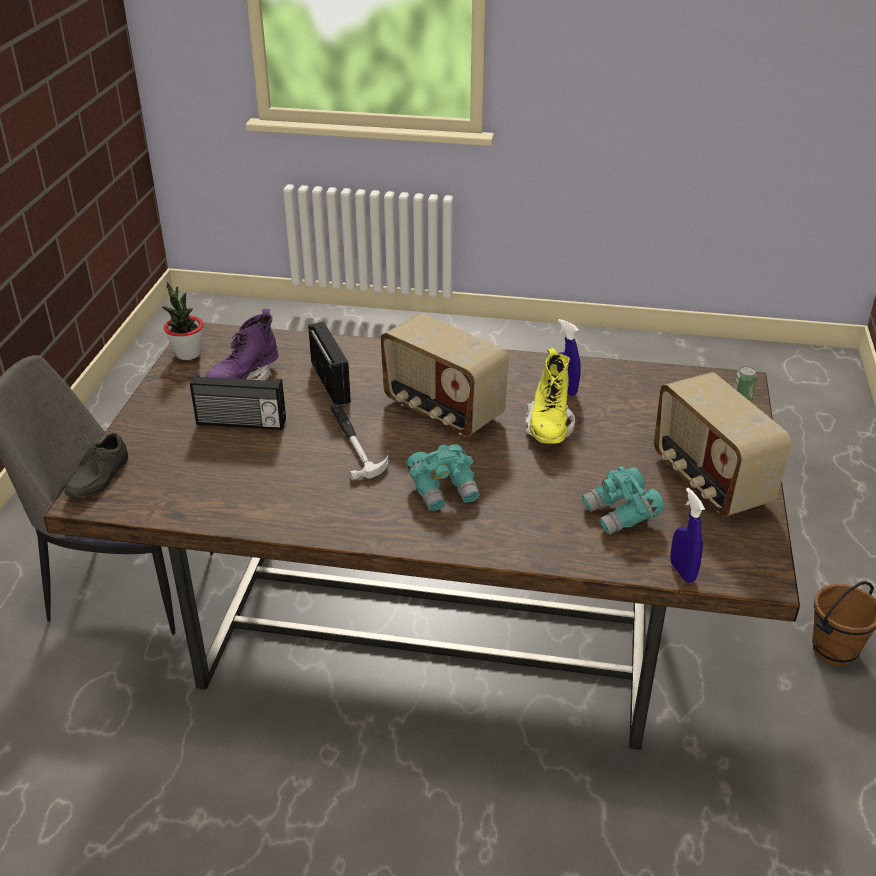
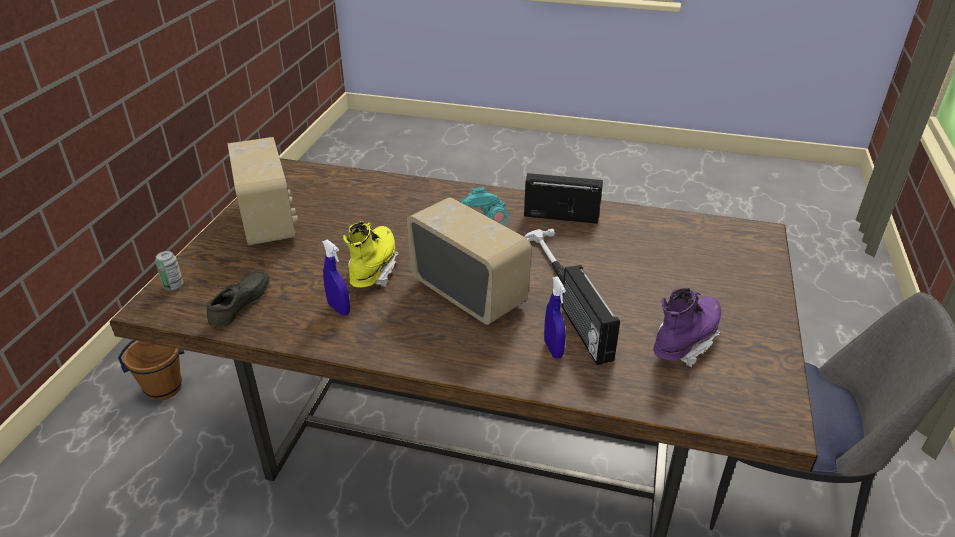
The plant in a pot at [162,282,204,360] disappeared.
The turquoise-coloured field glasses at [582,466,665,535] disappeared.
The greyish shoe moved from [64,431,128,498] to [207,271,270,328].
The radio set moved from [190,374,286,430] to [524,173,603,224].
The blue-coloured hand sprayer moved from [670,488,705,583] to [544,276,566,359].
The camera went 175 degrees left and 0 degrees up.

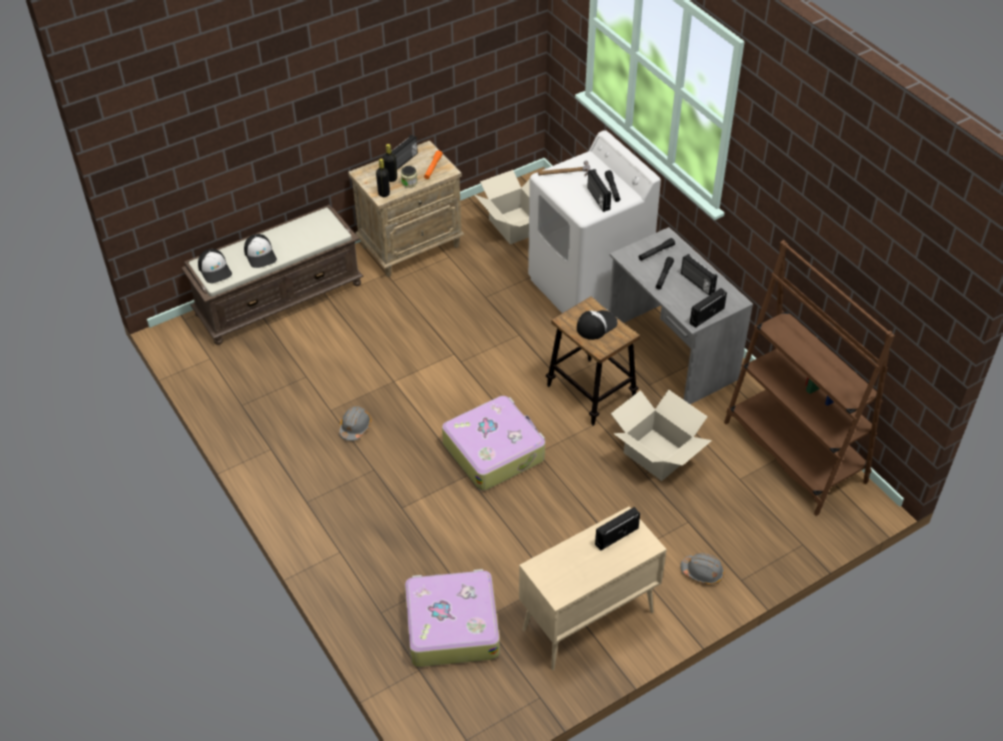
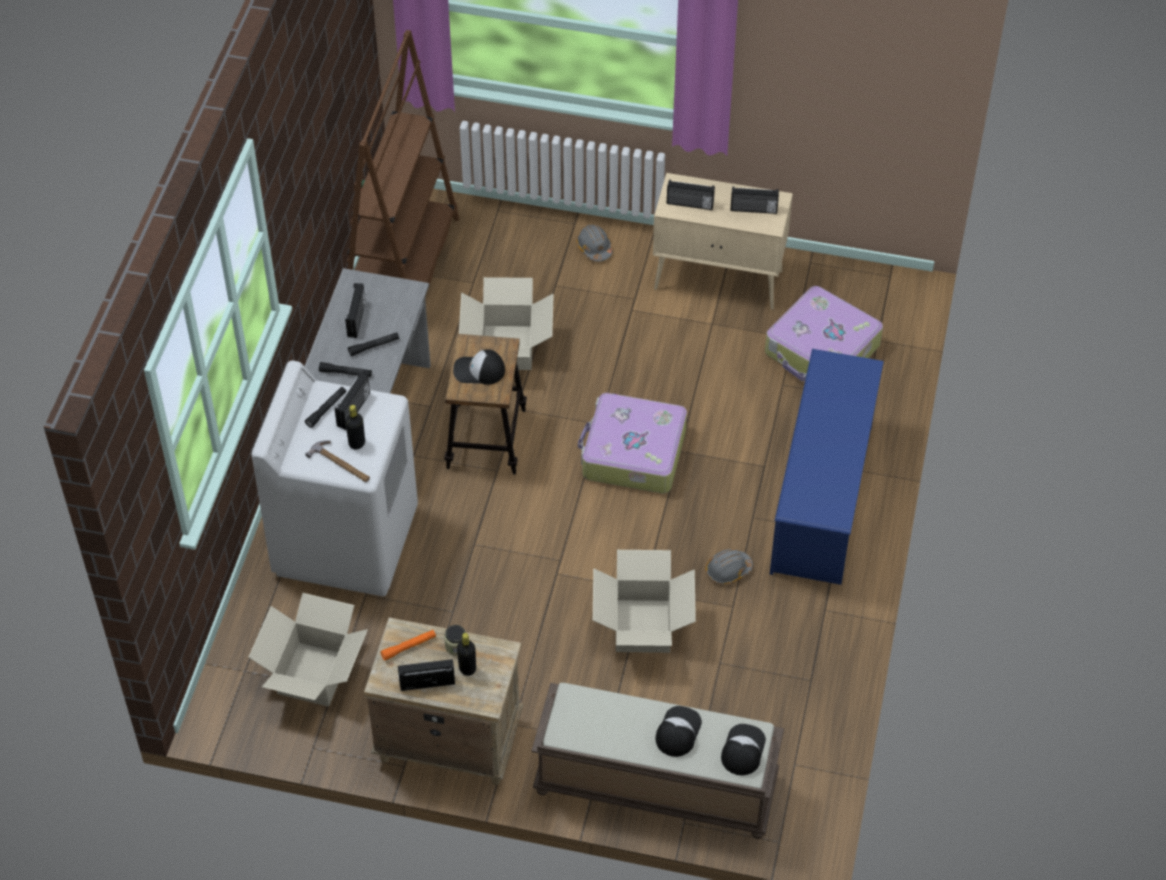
The carton at [593,550,696,653] appeared.
The blue-coloured shoe rack at [770,349,884,585] appeared.
The black-coloured beverage bottle moved from [376,159,390,197] to [345,405,365,449].
The radio set moved from [690,288,727,328] to [730,187,779,214].
The camera went 135 degrees left and 5 degrees up.

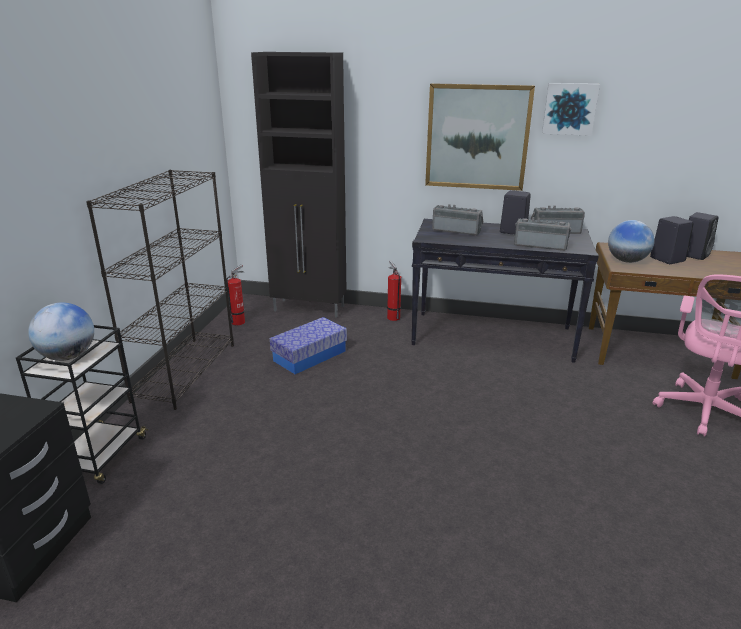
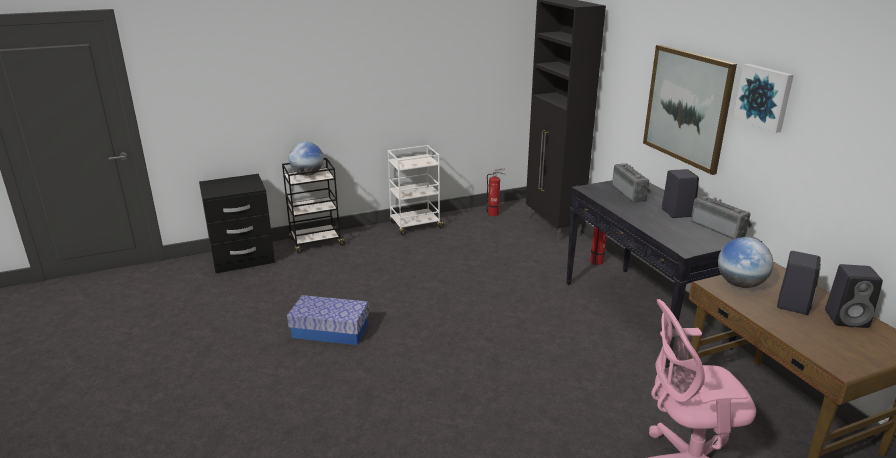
The radio set at [514,217,571,251] disappeared.
The storage bin moved from [270,317,347,374] to [287,295,369,345].
The black-coloured bookcase at [86,170,234,410] was replaced by the whitish wheeled cart at [388,145,446,235].
The camera went 55 degrees right and 0 degrees up.

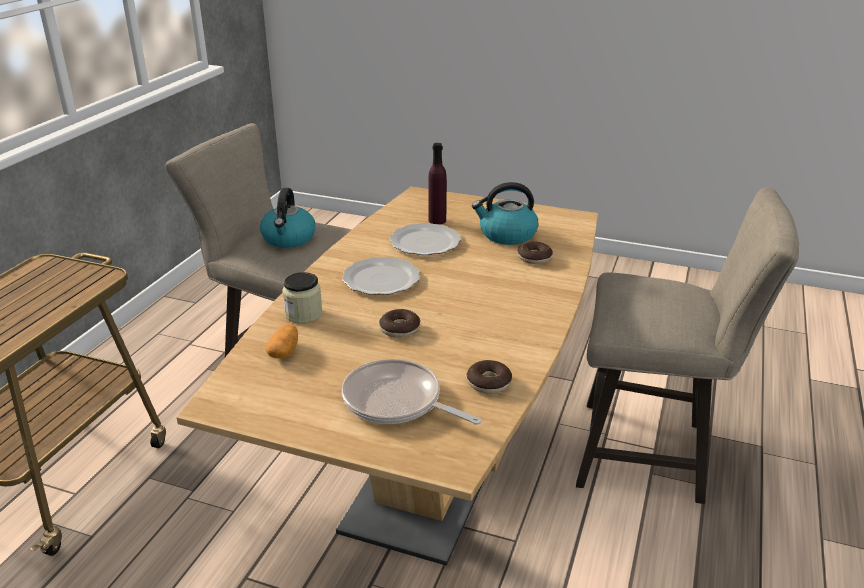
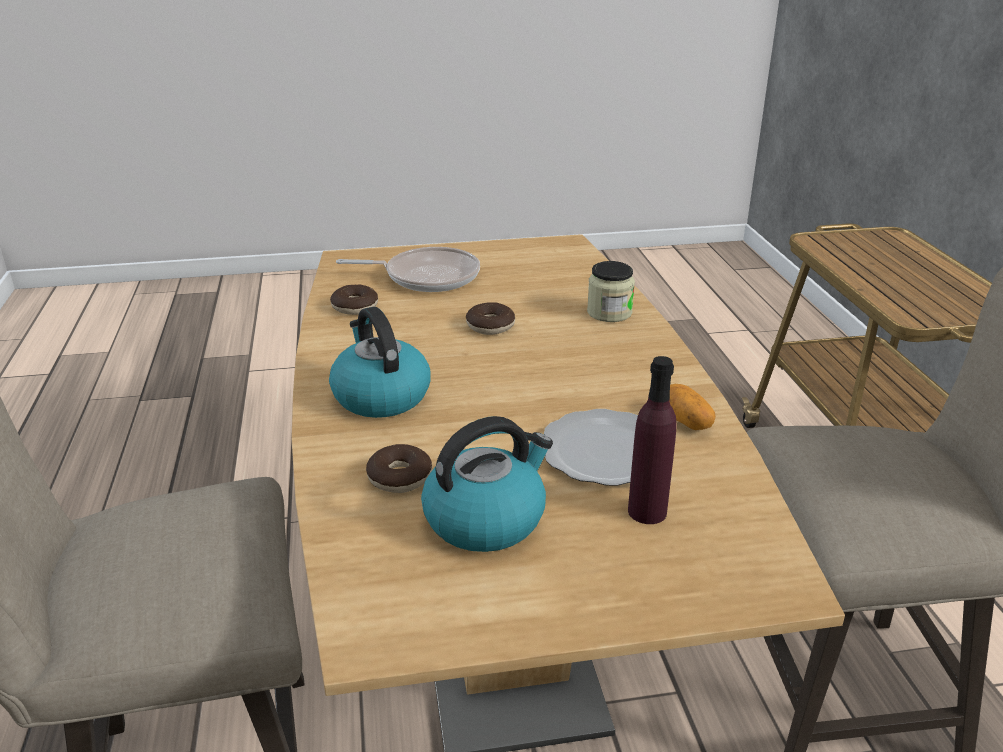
The flat dish at [342,257,420,295] disappeared.
The tea kettle moved from [260,188,316,248] to [329,307,431,418].
The potato moved from [266,324,298,358] to [670,384,716,430].
The camera went 150 degrees right and 0 degrees up.

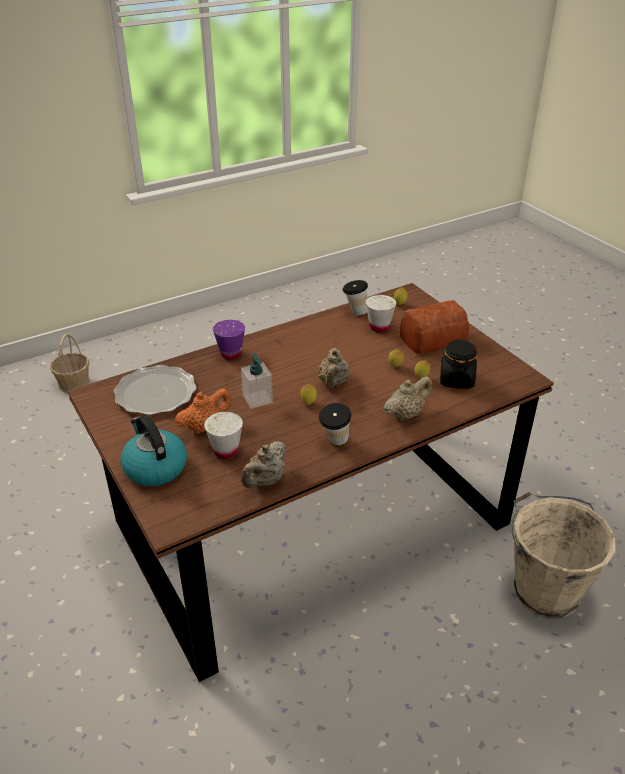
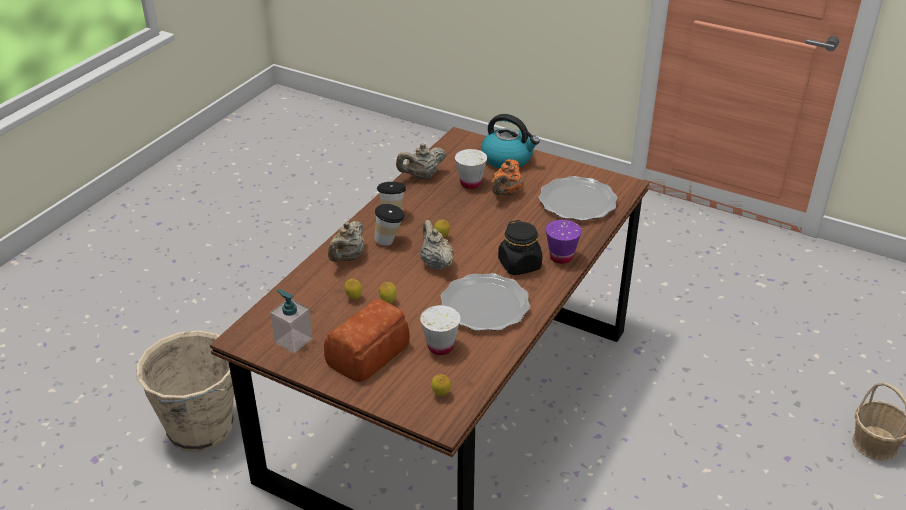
The flat dish at [441,273,530,331] appeared.
The soap dispenser moved from [241,353,273,409] to [270,289,313,353].
The drinking cup moved from [343,280,368,315] to [374,204,405,246].
The black-coloured storage jar moved from [440,339,477,389] to [498,220,542,275].
The beige tea pot at [241,441,286,488] turned 120 degrees counterclockwise.
The camera went 150 degrees right and 0 degrees up.

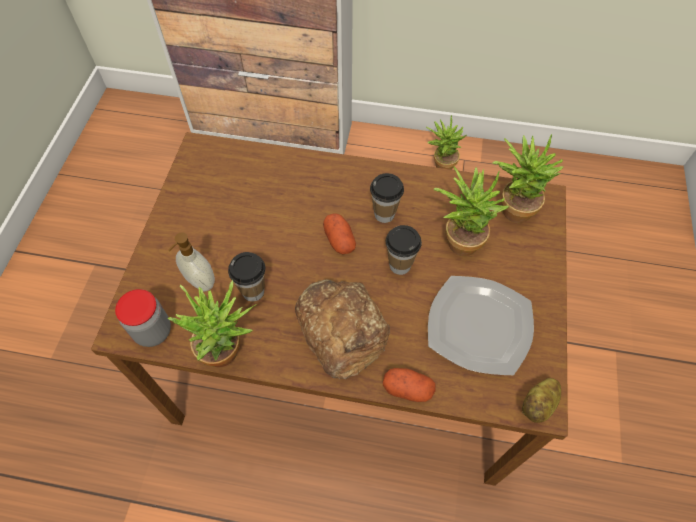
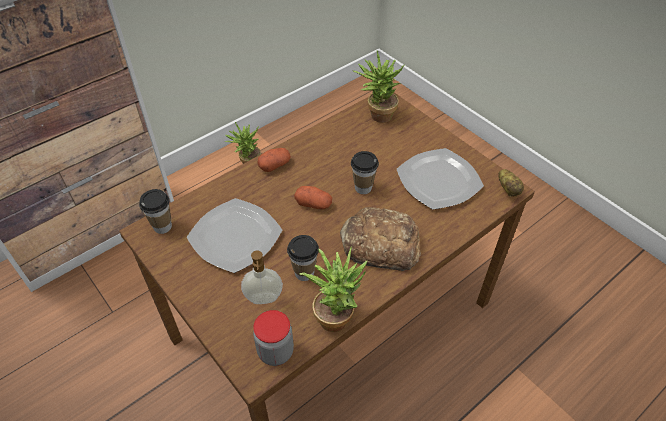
The plant in a pot at [434,166,509,256] disappeared.
The flat dish at [187,198,282,273] appeared.
The drinking cup moved from [370,173,404,223] to [139,189,172,234].
The potato moved from [383,368,436,402] to [258,148,291,172].
The camera went 50 degrees left and 10 degrees down.

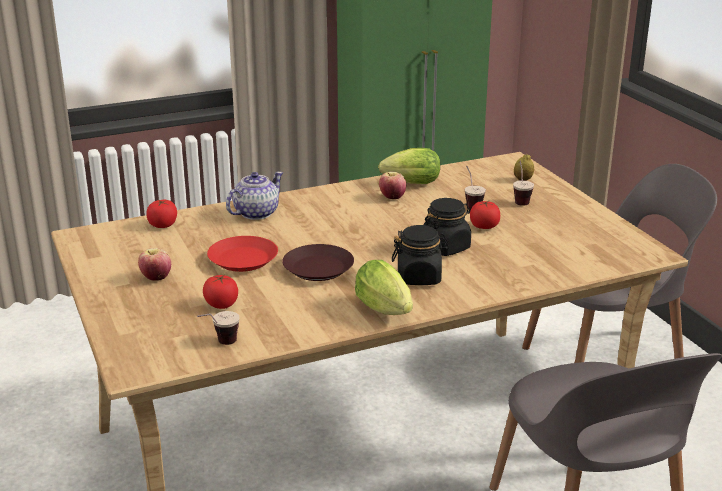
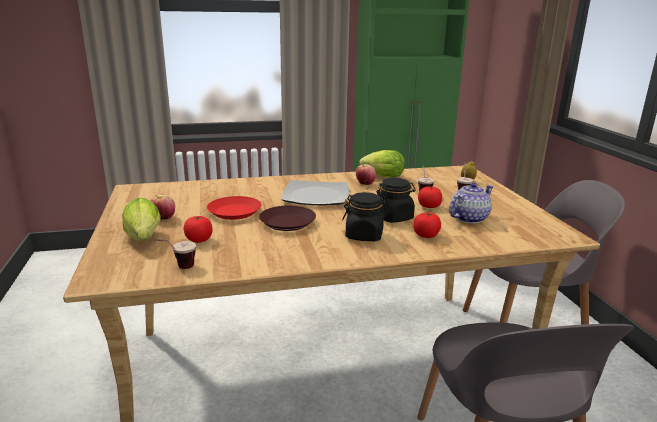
The flat dish at [282,180,349,206] appeared.
The tomato moved from [146,200,177,228] to [413,213,441,238].
The tea pot moved from [226,171,283,220] to [449,182,494,224].
The head of lettuce moved from [355,260,413,315] to [122,198,161,241].
The camera went 10 degrees right and 5 degrees down.

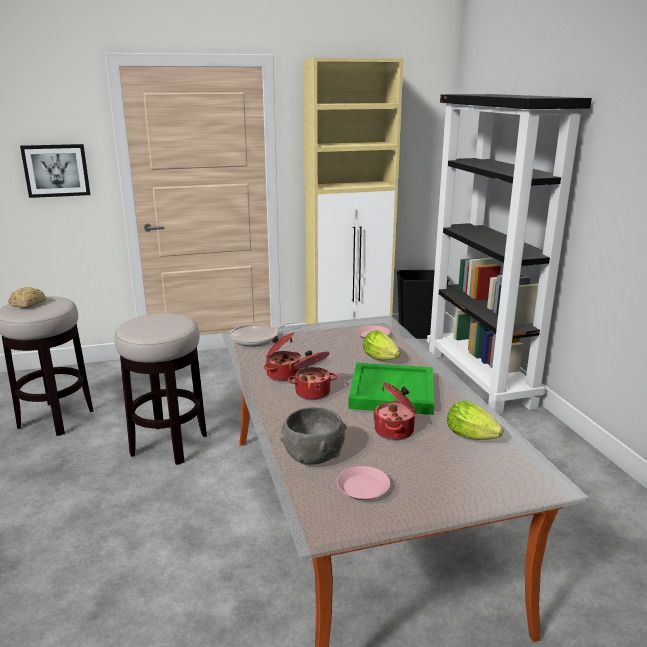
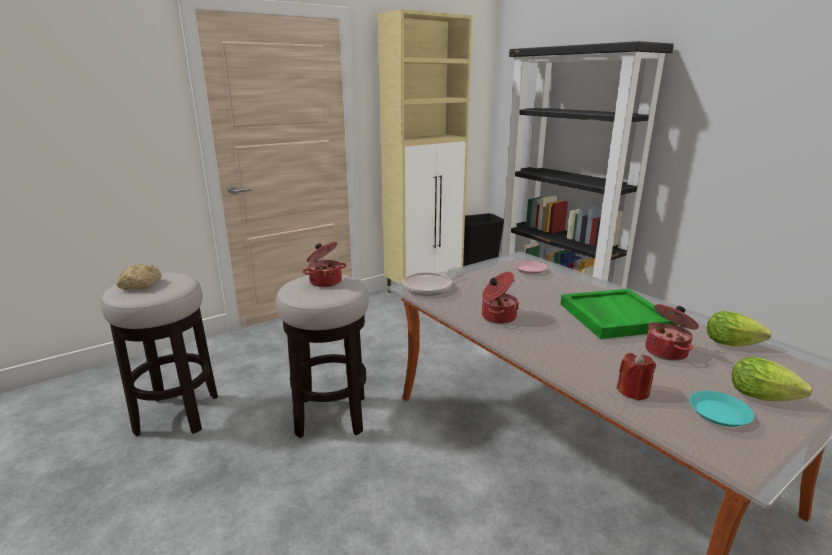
The picture at [20,144,90,198] disappeared.
The cooking pot moved from [288,350,338,400] to [302,242,347,287].
The head of lettuce moved from [363,331,400,360] to [732,357,812,401].
The greyish deep dish at [280,407,346,465] was replaced by the red-coloured candle at [617,353,656,400].
The pink flat dish at [337,466,391,500] became the turquoise-coloured flat dish at [689,391,754,427].
The camera went 20 degrees left and 0 degrees up.

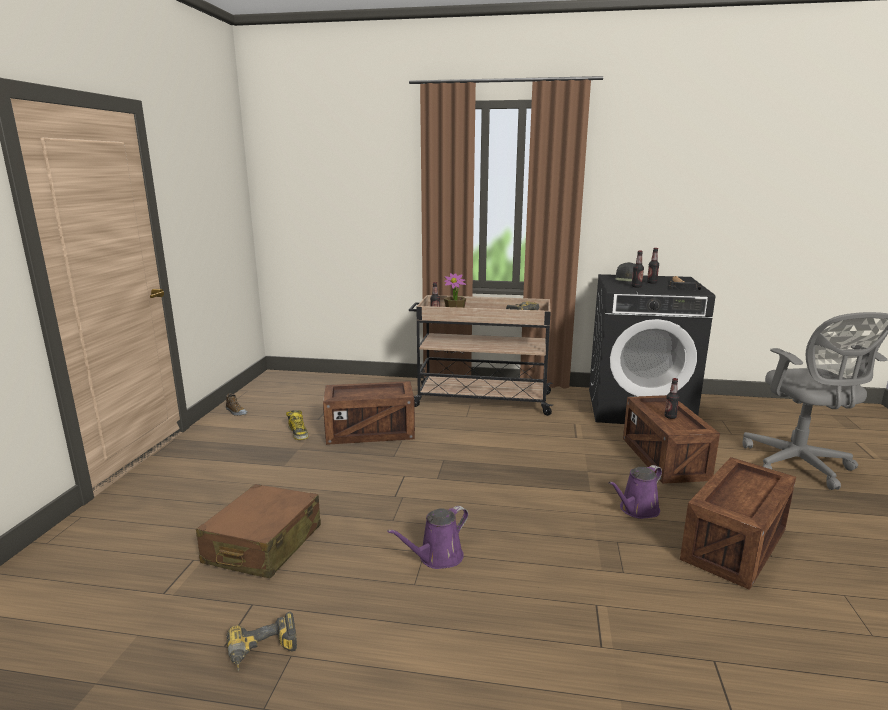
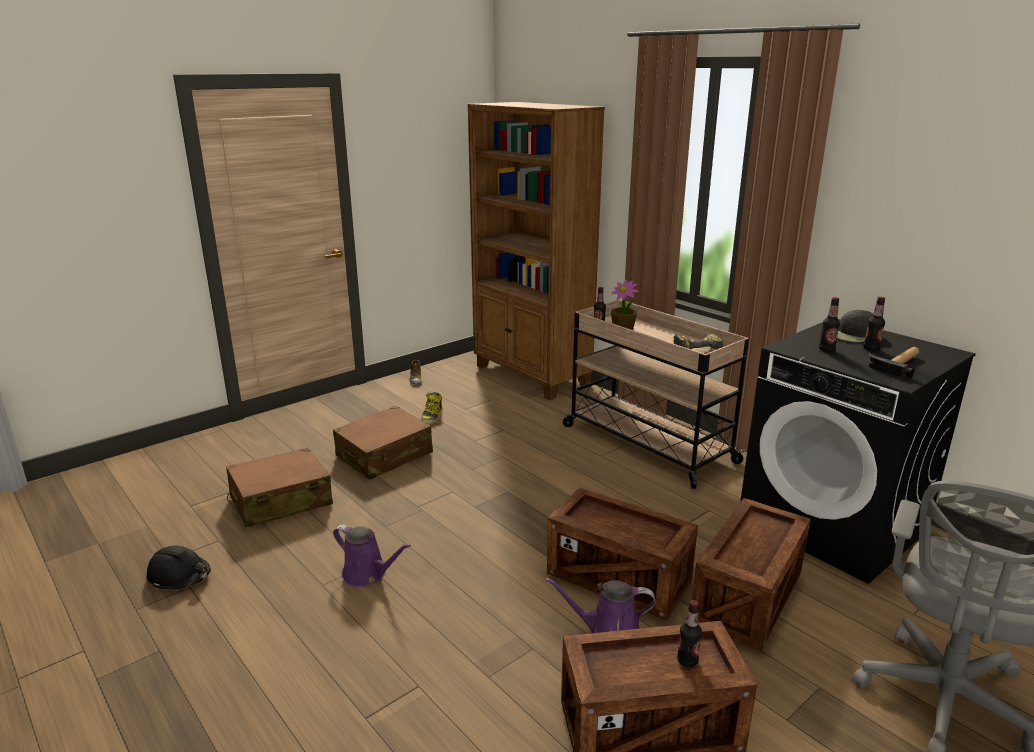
The brown-coloured piece of luggage at [333,406,433,480] appeared.
The brown-coloured bookcase at [468,102,605,400] appeared.
The packing crate moved from [323,381,415,445] to [547,488,698,620].
The beverage bottle moved from [664,378,679,419] to [677,600,702,667].
The power drill at [227,612,297,672] was replaced by the black-coloured work helmet at [146,546,211,590].
The purplish watering can at [387,506,468,569] turned 150 degrees counterclockwise.
The camera went 40 degrees right and 5 degrees up.

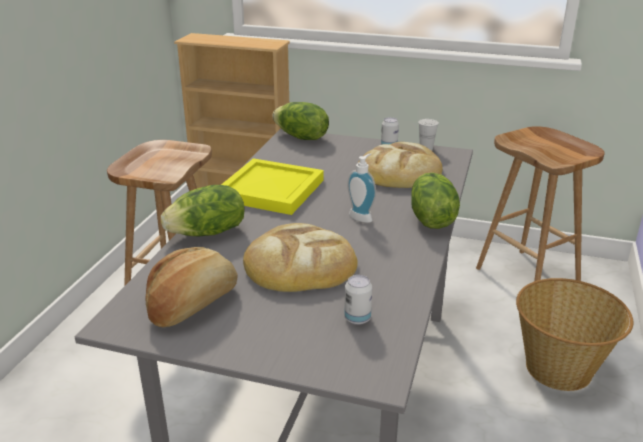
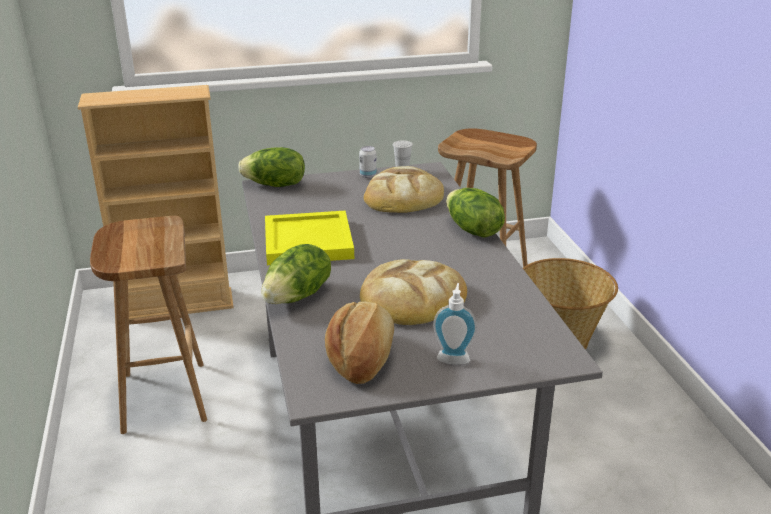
The sealed can at [344,275,372,325] disappeared.
The soap dispenser moved from [347,153,376,223] to [433,283,477,365].
The camera went 30 degrees left and 0 degrees up.

